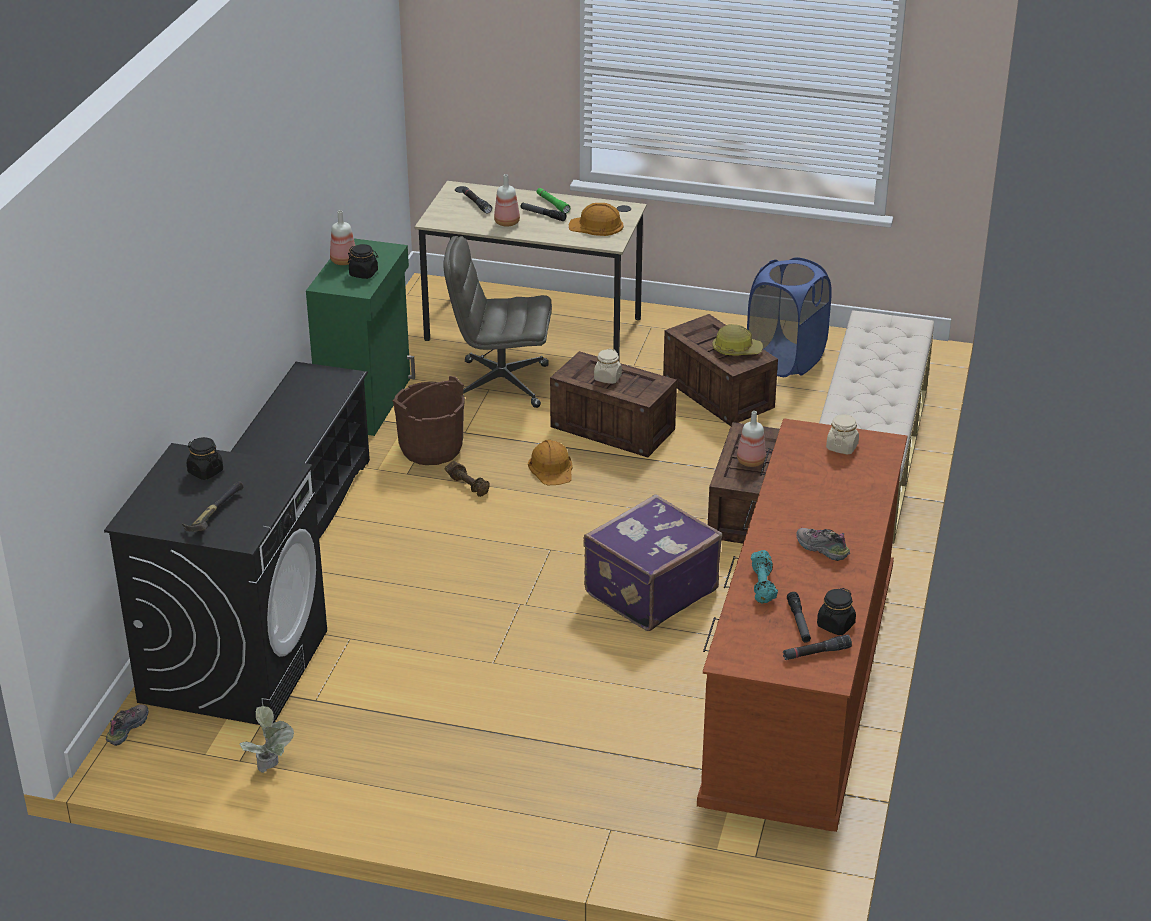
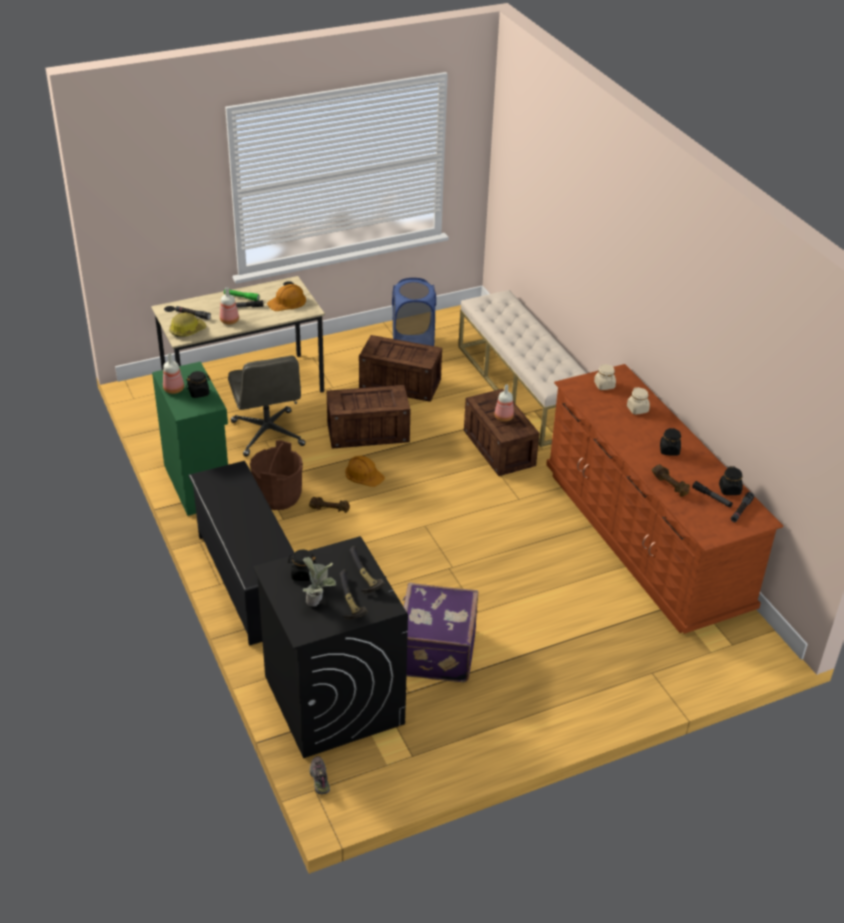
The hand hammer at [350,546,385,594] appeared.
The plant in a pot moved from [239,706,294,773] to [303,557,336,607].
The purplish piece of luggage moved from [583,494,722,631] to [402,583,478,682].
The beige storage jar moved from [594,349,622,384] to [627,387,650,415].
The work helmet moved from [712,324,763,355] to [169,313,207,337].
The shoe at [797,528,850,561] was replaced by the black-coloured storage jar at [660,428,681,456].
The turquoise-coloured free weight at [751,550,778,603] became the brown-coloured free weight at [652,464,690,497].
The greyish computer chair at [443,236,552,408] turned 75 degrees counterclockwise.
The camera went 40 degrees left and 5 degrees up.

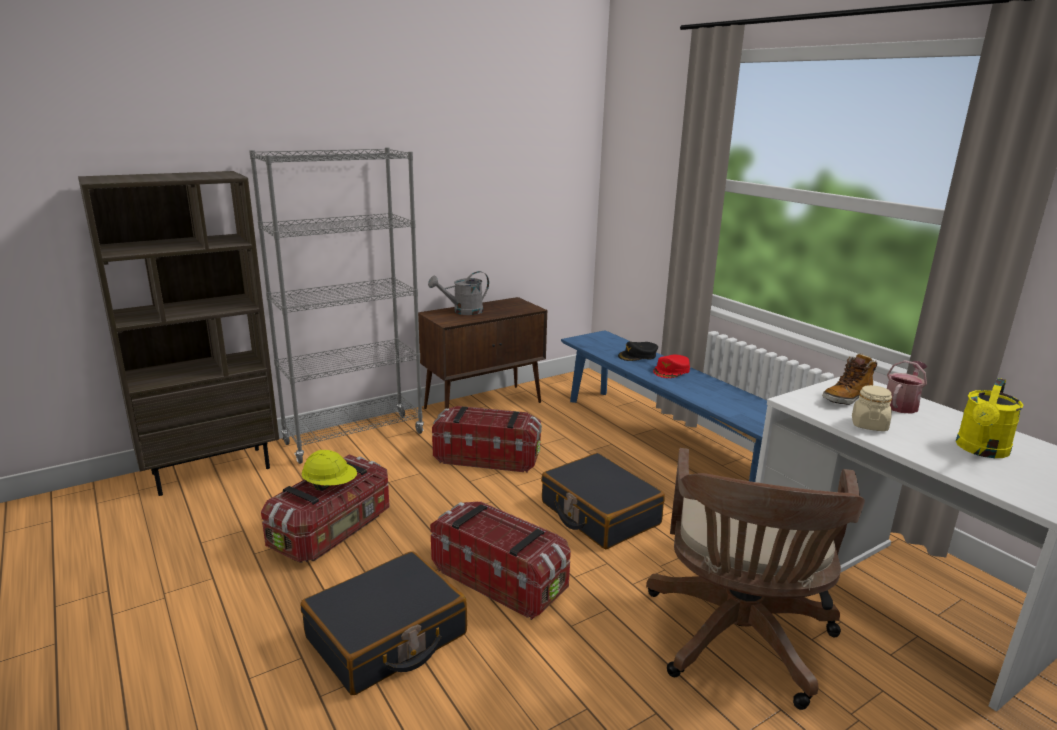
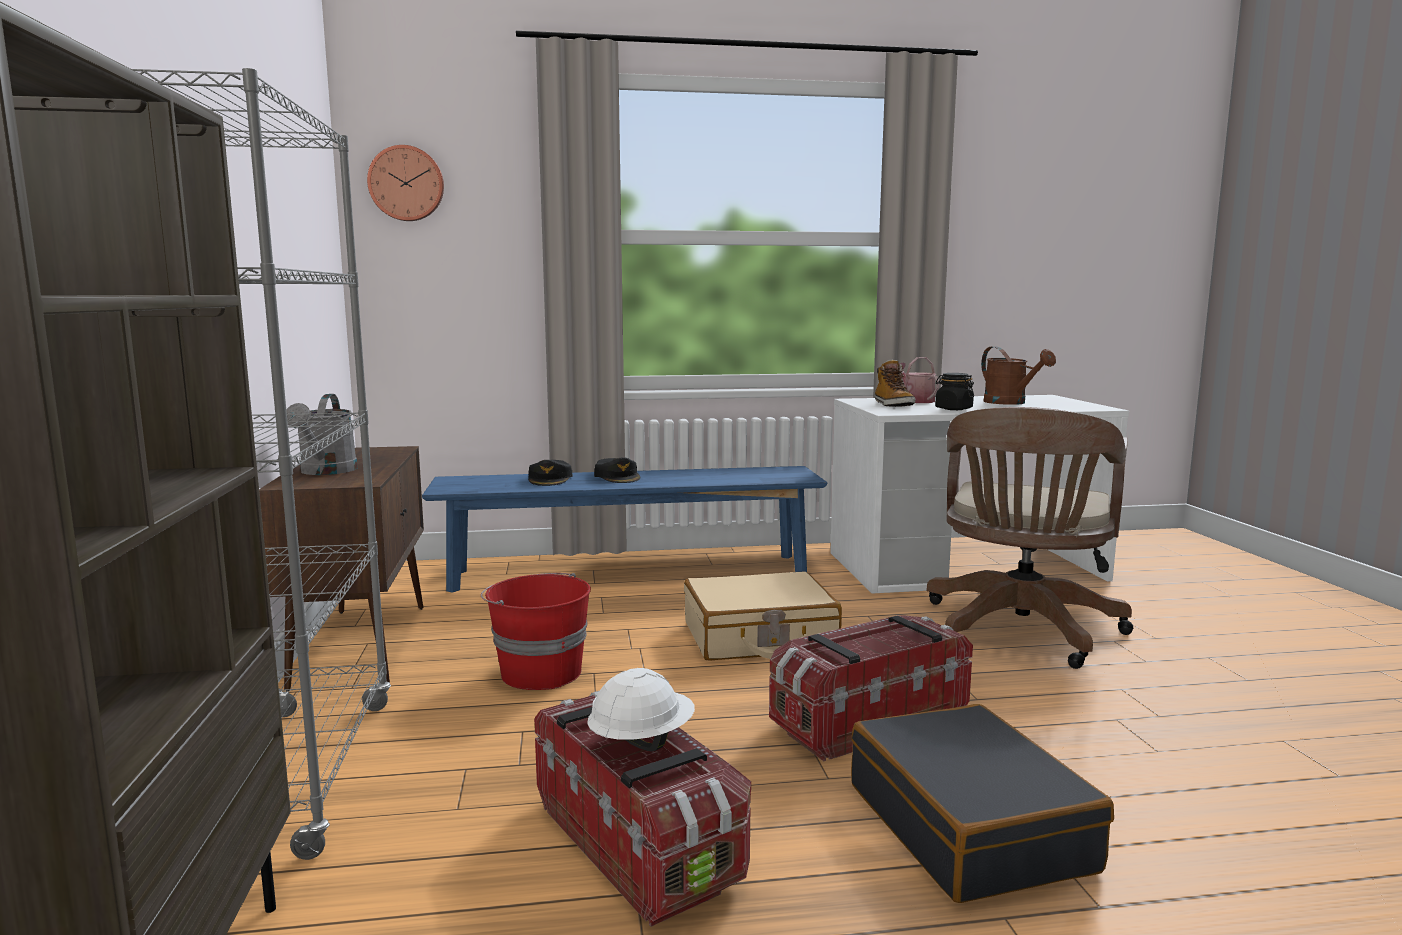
The clock on the wall at [367,145,444,221] appeared.
The storage bin at [432,406,542,473] was replaced by the red-coloured pail at [481,573,591,690].
The yellow work helmet at [301,450,357,491] became the whitish work helmet at [587,668,695,752].
The black-coloured piece of luggage at [541,453,665,549] became the beige piece of luggage at [684,572,842,661].
The red-coloured peaked cap at [653,355,690,378] became the black-coloured peaked cap at [594,457,640,483].
The beige storage jar at [852,385,892,431] became the black-coloured storage jar at [935,373,974,410].
The yellow watering can at [956,378,1024,458] became the brown-coloured watering can at [981,346,1056,405].
The brown-coloured computer chair at [646,448,865,710] turned 75 degrees clockwise.
The camera went 65 degrees left and 10 degrees down.

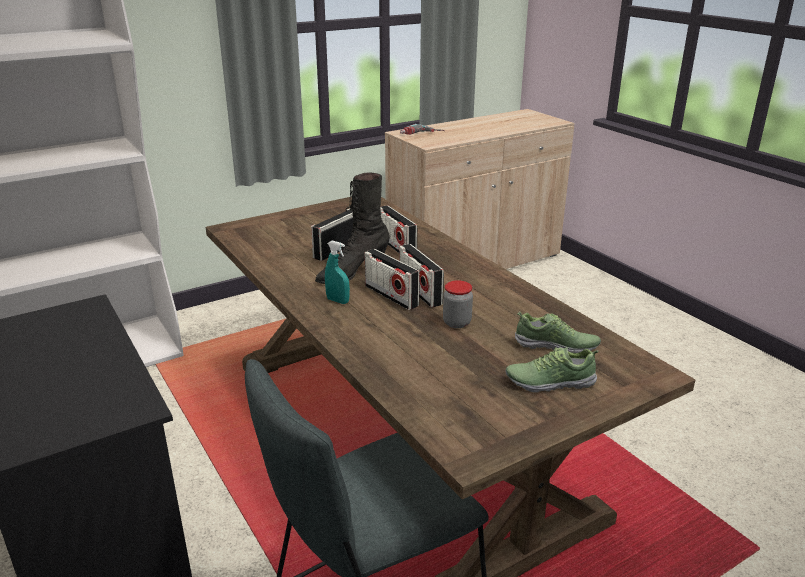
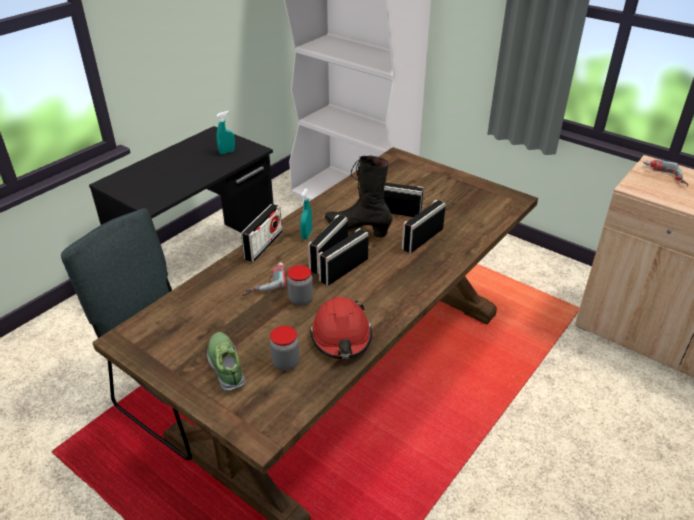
The turquoise-coloured hand sprayer at [216,111,235,154] appeared.
The radio set at [241,204,282,262] appeared.
The power drill at [242,262,286,296] appeared.
The red-coloured work helmet at [310,297,372,359] appeared.
The shoe at [515,312,601,353] was replaced by the storage jar at [270,326,300,371].
The camera went 70 degrees right and 10 degrees up.

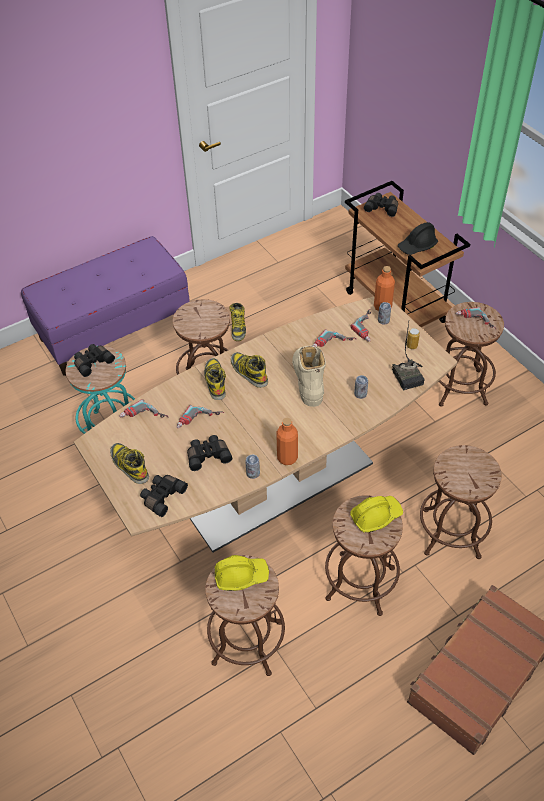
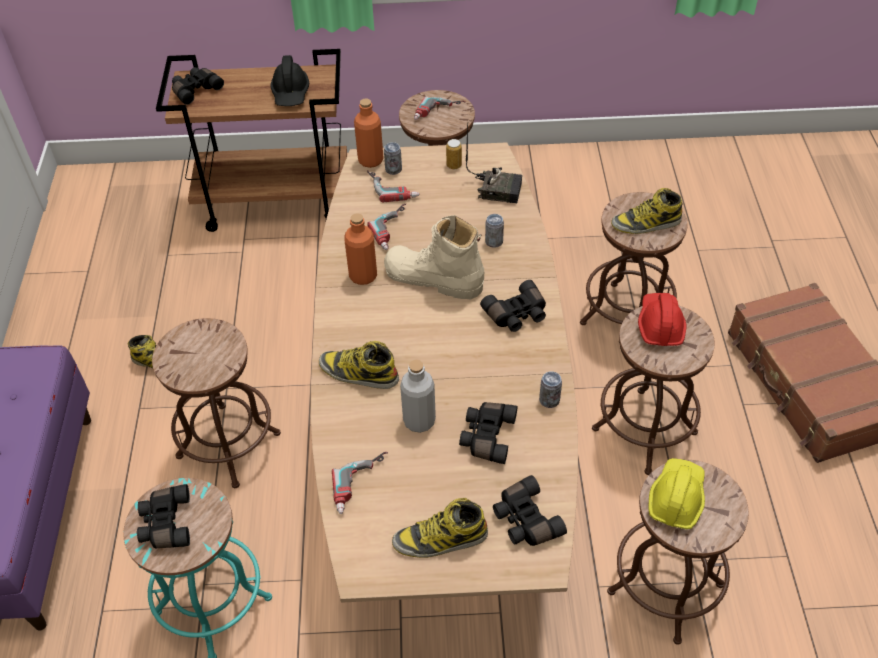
The black-coloured field glasses at [480,280,546,332] appeared.
The tall boot moved from [231,352,268,388] to [611,188,683,234].
The orangey beverage bottle moved from [276,418,298,465] to [344,213,377,285].
The power drill at [177,405,224,428] was replaced by the greyish beverage bottle at [400,360,436,433].
The yellow work helmet at [350,496,403,533] became the red-coloured work helmet at [638,293,686,346].
The camera went 60 degrees left and 0 degrees up.

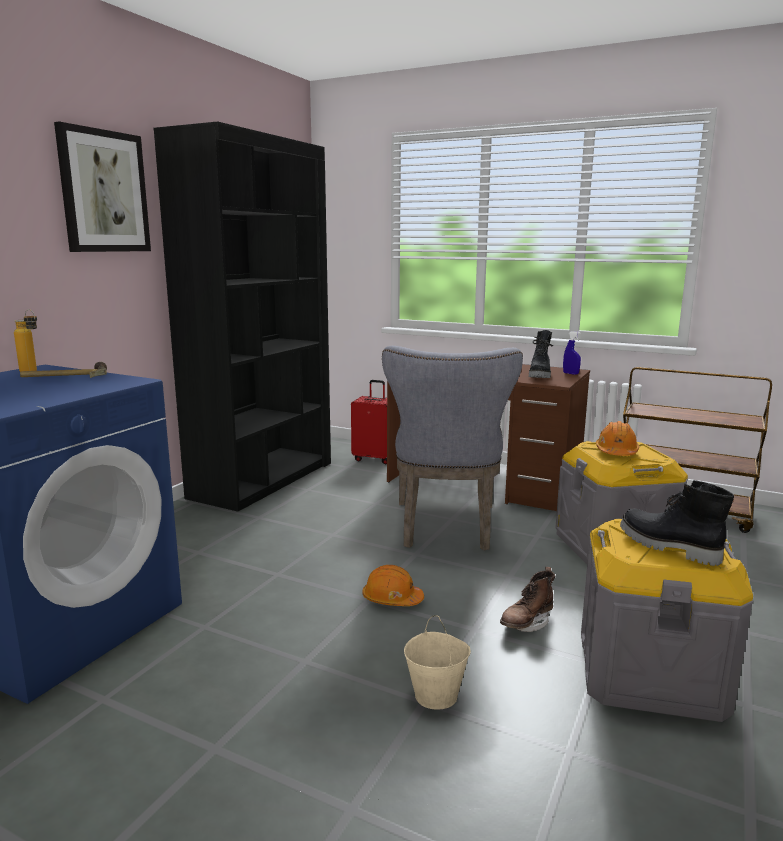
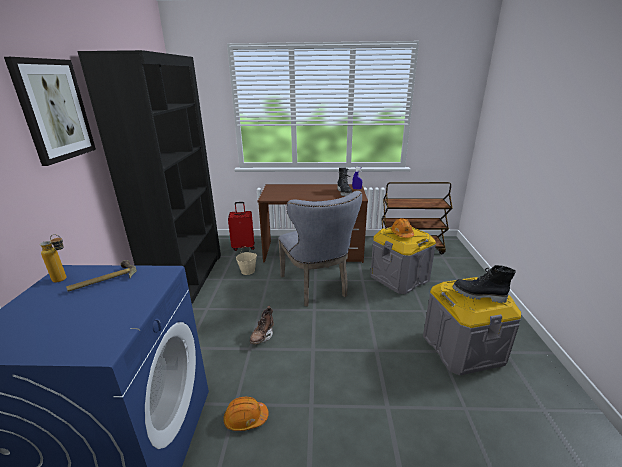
The orangey work helmet moved from [362,565,424,606] to [223,397,269,431].
The beige pail moved from [404,615,471,710] to [236,246,257,275].
The brown-coloured tall boot moved from [500,567,555,632] to [250,306,274,344].
The camera went 25 degrees left and 10 degrees up.

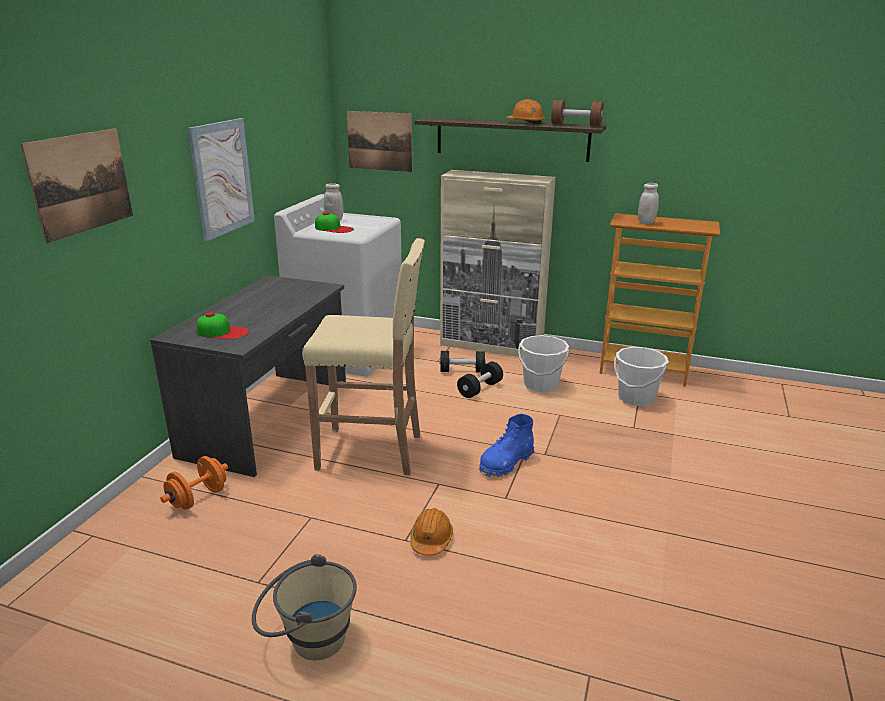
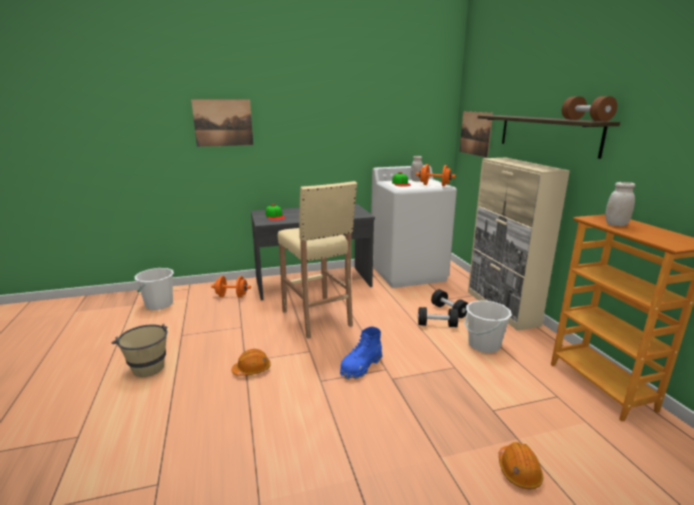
The picture at [188,118,255,241] disappeared.
The orangey free weight at [416,164,455,186] appeared.
The orangey work helmet moved from [506,99,545,124] to [499,442,543,489].
The whitish pail moved from [614,347,669,406] to [135,268,174,310].
The blue-coloured tall boot at [479,414,534,477] turned 60 degrees counterclockwise.
The camera went 55 degrees right and 5 degrees down.

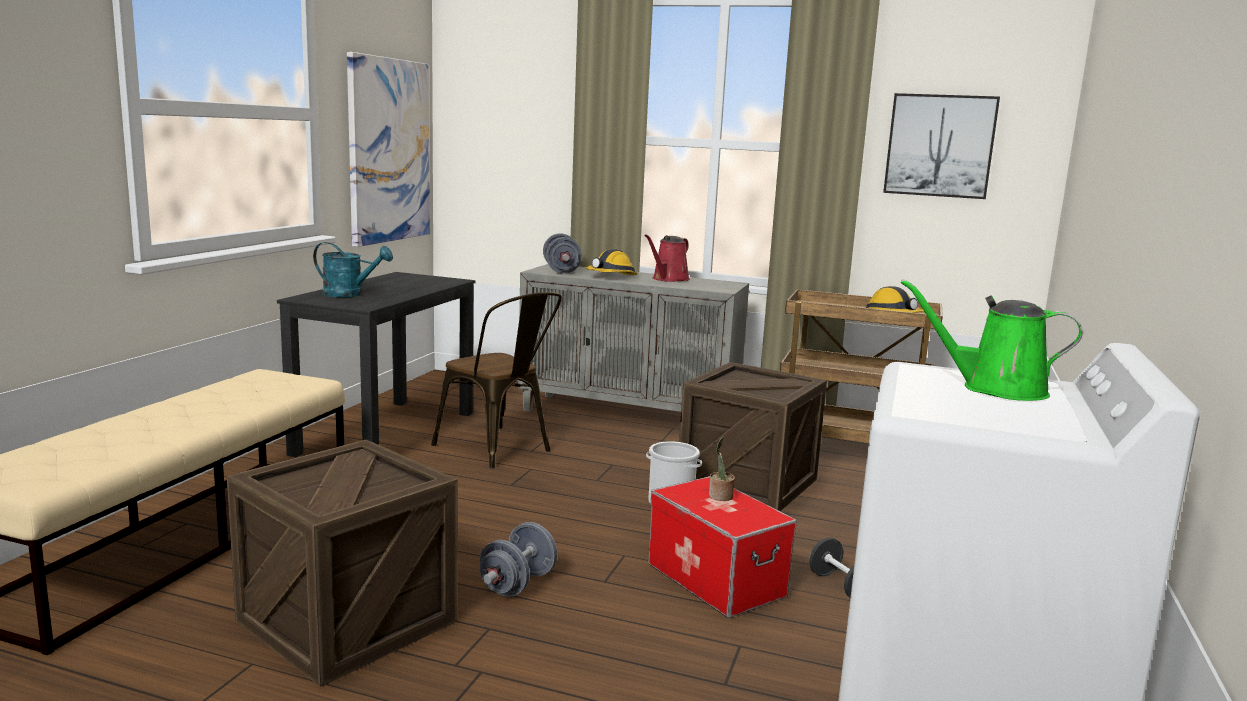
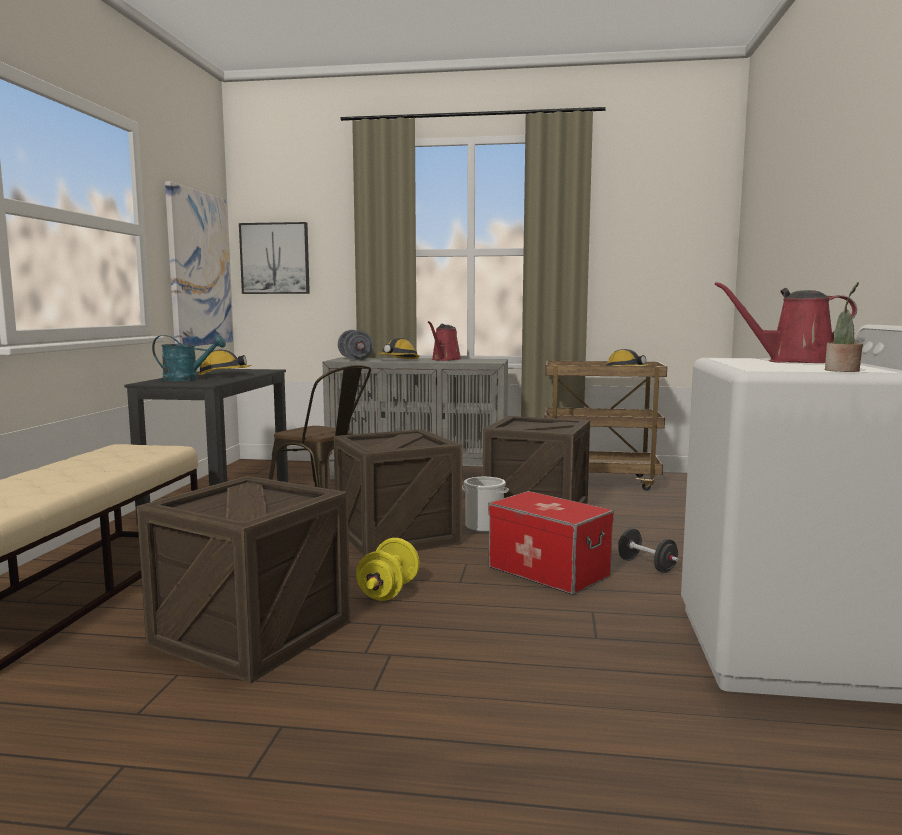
The work helmet at [197,350,251,375] appeared.
The packing crate at [334,429,462,557] appeared.
The plant in a pot moved from [709,437,735,501] to [825,282,863,372].
The picture moved from [883,93,1000,199] to [239,222,310,294].
The greyish free weight at [479,522,557,597] became the yellow free weight at [356,538,420,601].
The greenish watering can at [901,279,1083,401] became the red-coloured watering can at [715,282,857,363].
The camera went 10 degrees left and 5 degrees down.

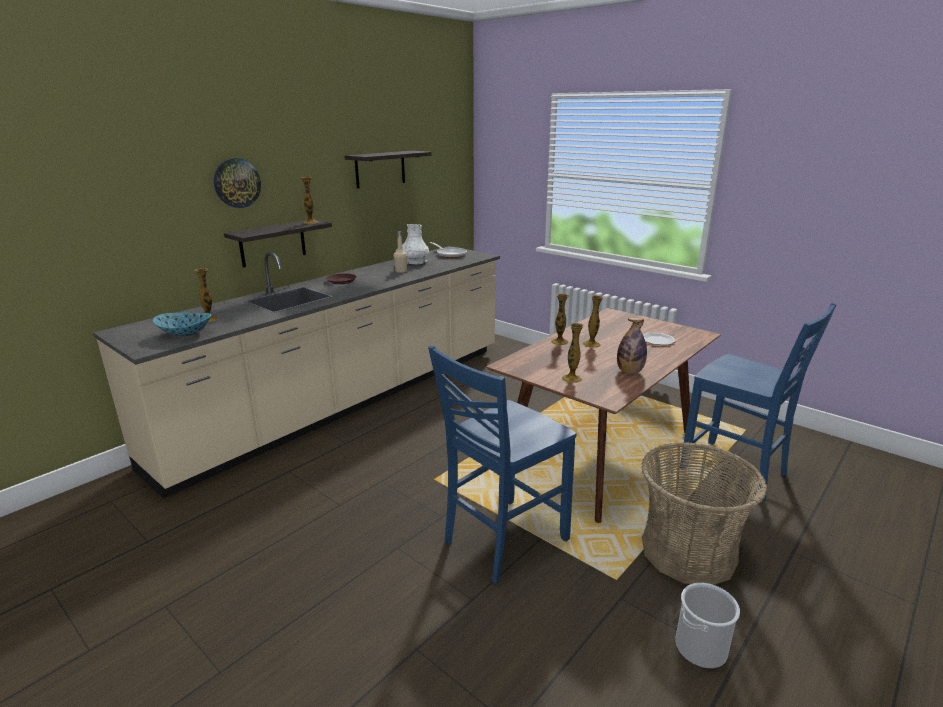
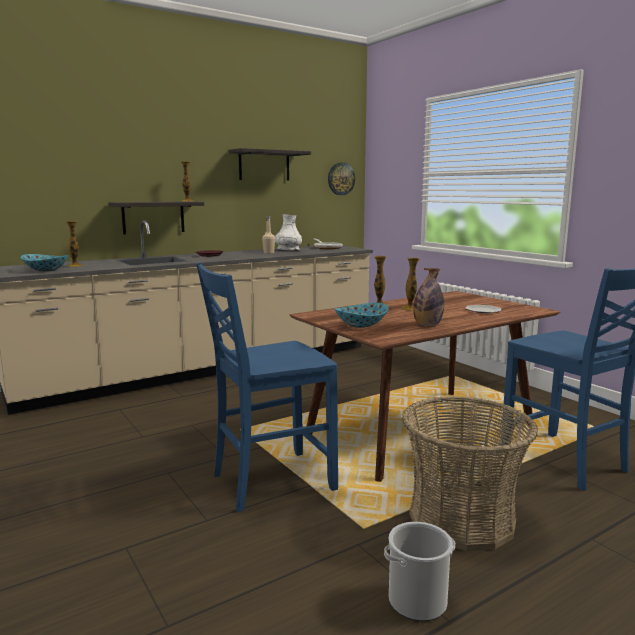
The clock on the wall moved from [214,158,261,208] to [328,162,355,195].
The flower vase at [562,323,584,383] was replaced by the deep dish at [334,303,389,328].
The camera went 15 degrees right and 10 degrees down.

